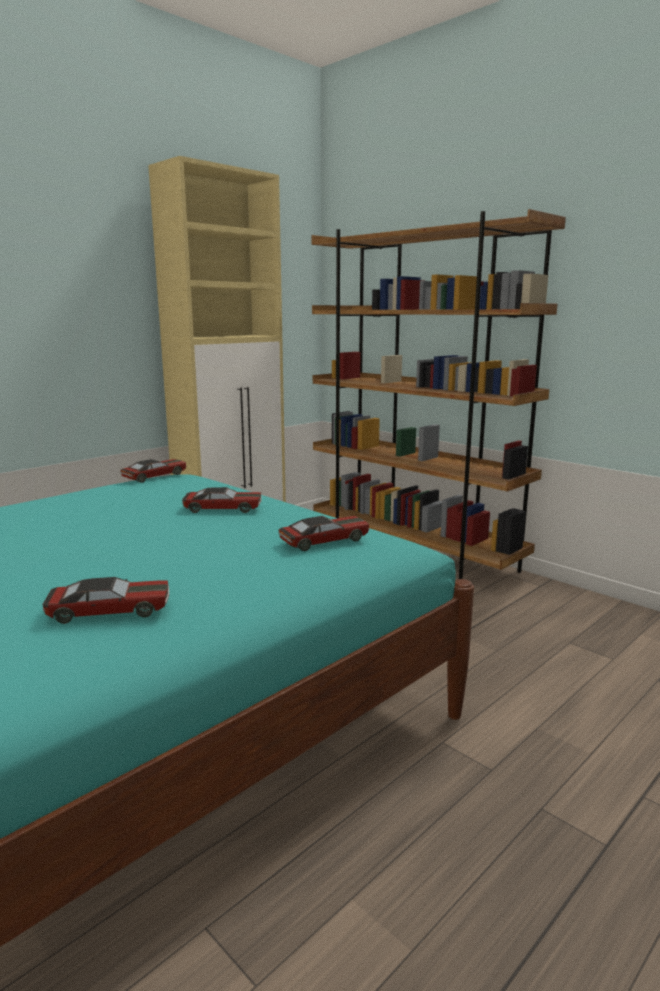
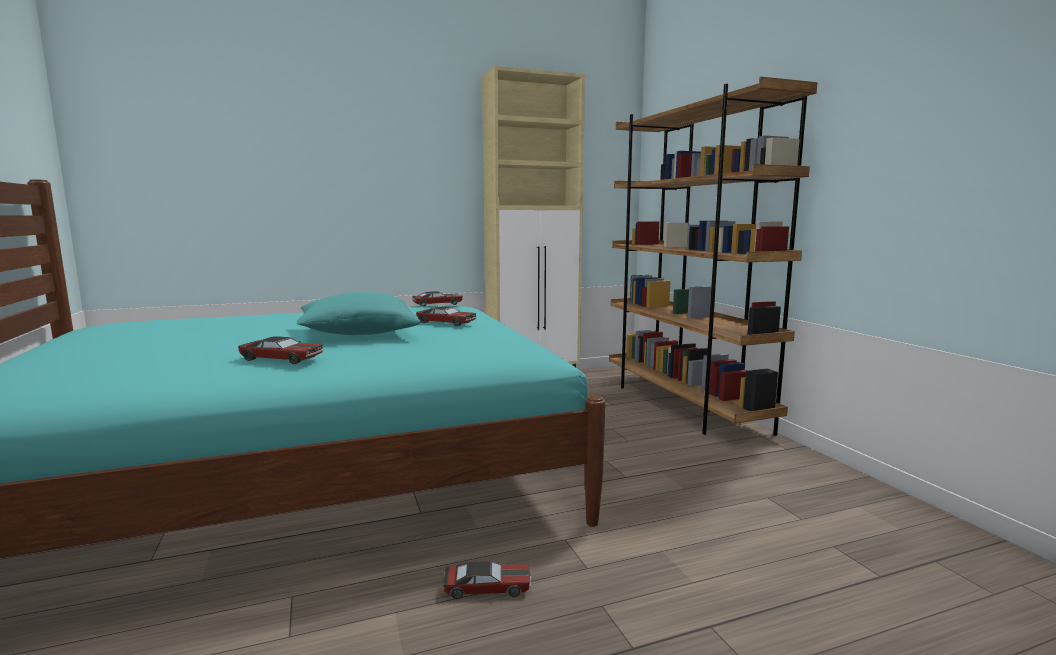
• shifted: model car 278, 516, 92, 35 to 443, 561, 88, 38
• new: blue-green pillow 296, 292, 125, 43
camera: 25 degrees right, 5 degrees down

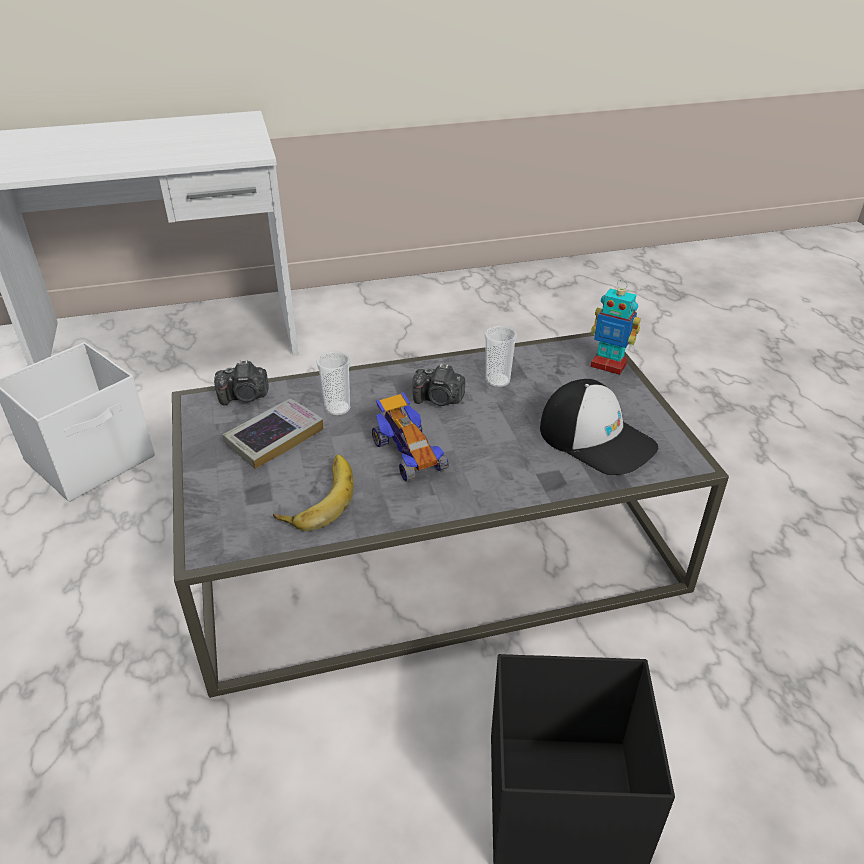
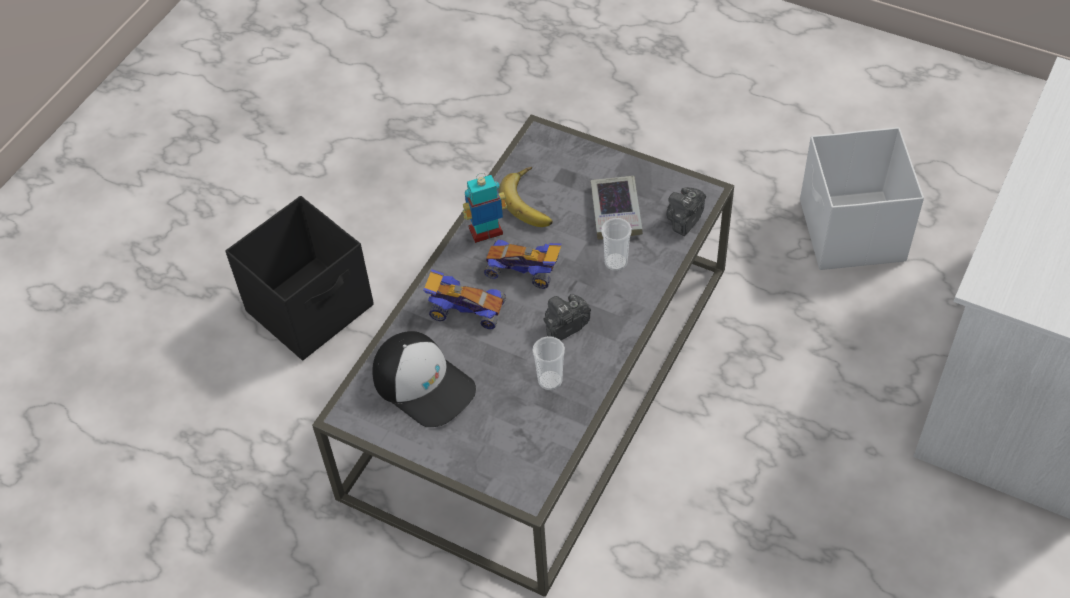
• rotated: peaked cap 540, 379, 118, 96 = 372, 331, 104, 96 135 degrees counterclockwise
• shifted: toy robot 590, 280, 51, 95 to 462, 173, 45, 70
• new: model car 423, 269, 83, 60
camera: 135 degrees right, 15 degrees up

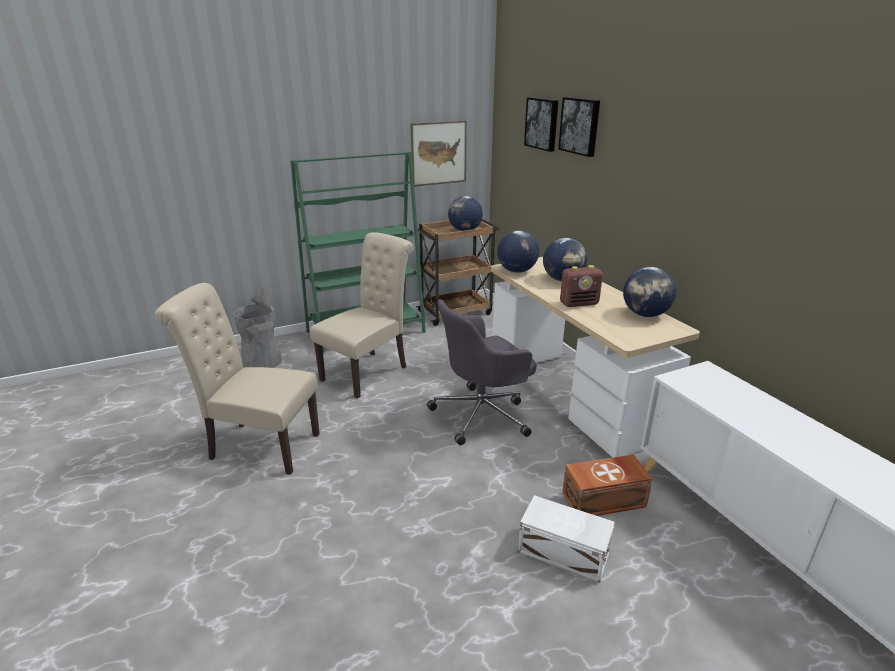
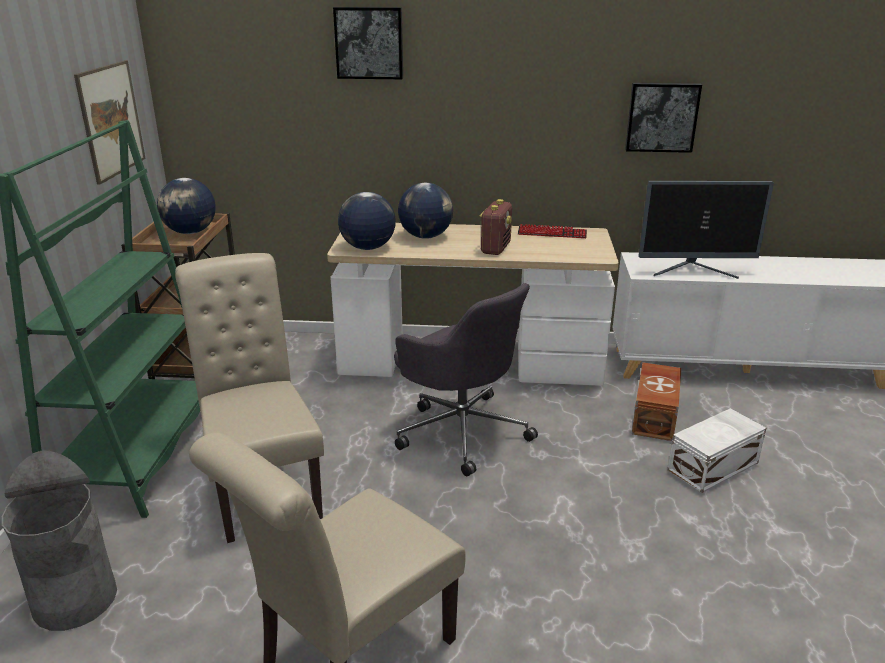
• rotated: gray office chair 427, 299, 109, 146 = 394, 283, 144, 193 45 degrees counterclockwise
• shifted: wall picture 524, 97, 34, 55 to 625, 83, 77, 70
• swapped: world globe 623, 267, 53, 50 to PC keyboard 518, 224, 69, 14
• new: monitor 639, 181, 135, 98
camera: 60 degrees left, 0 degrees up

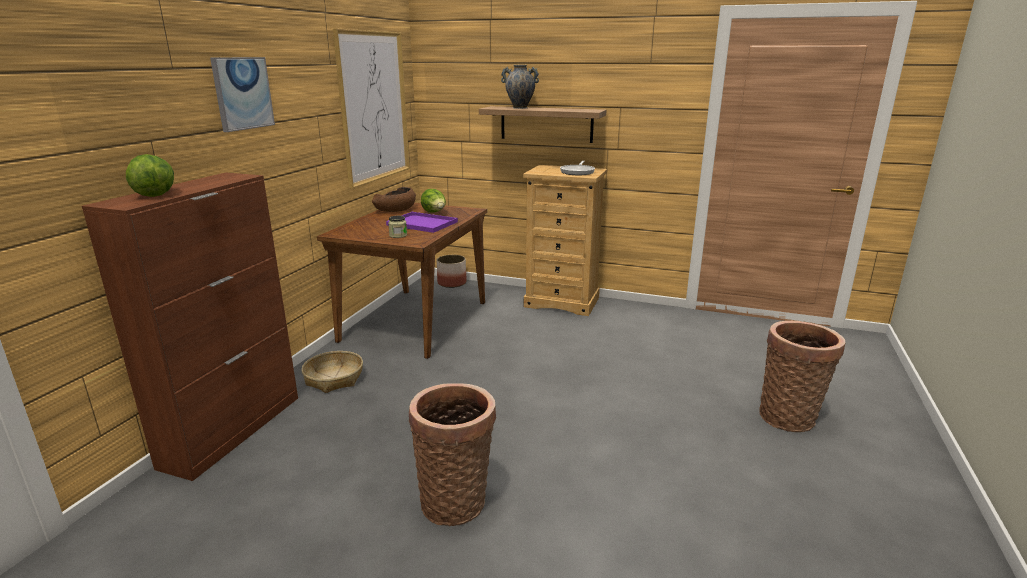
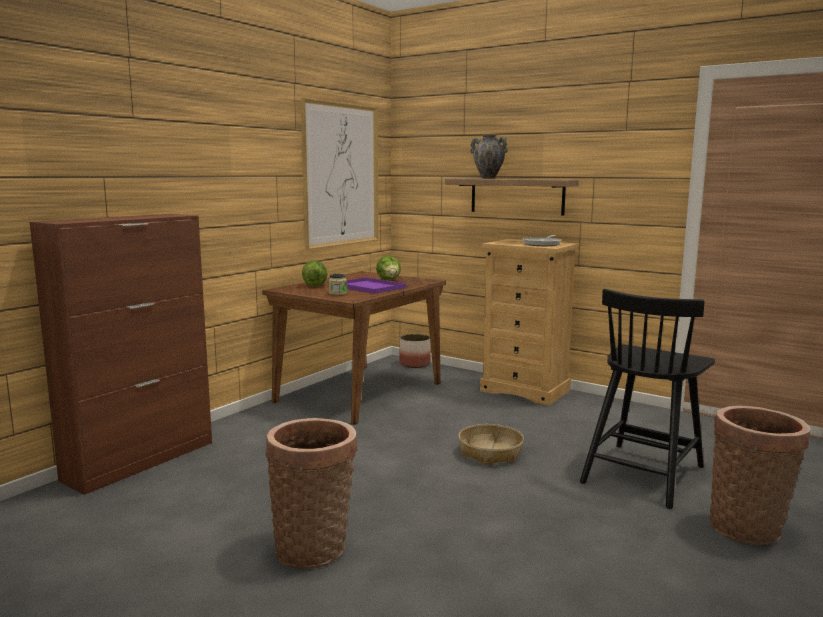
• shifted: lettuce head 126, 154, 48, 43 to 302, 260, 25, 27
• gone: wall picture 210, 57, 65, 75
• shifted: household basket 301, 351, 62, 42 to 458, 424, 66, 41
• gone: brownish deep dish 372, 187, 44, 25
• new: black chair 580, 289, 135, 220
camera: 15 degrees right, 10 degrees down

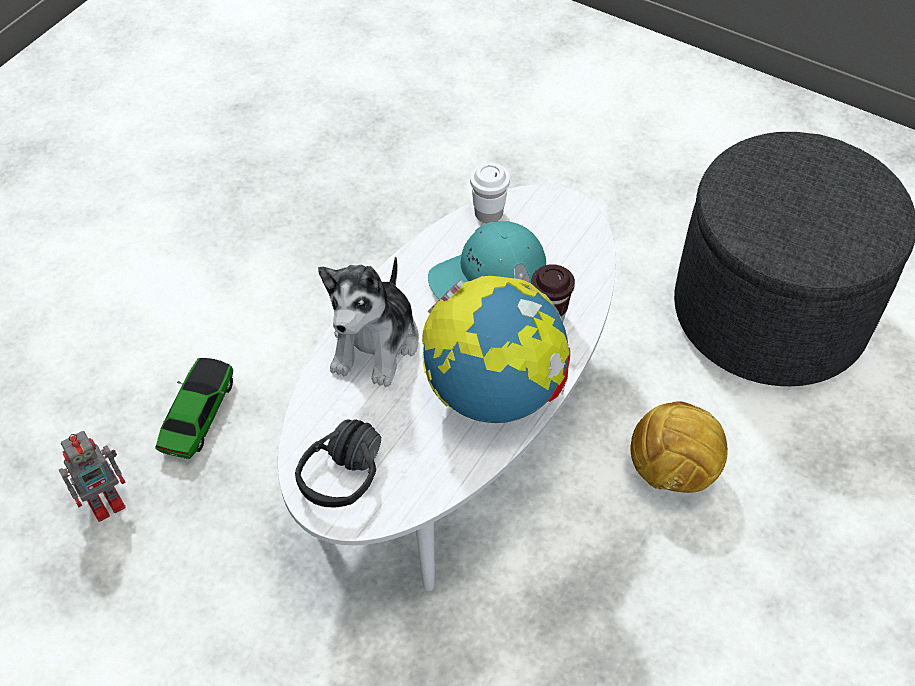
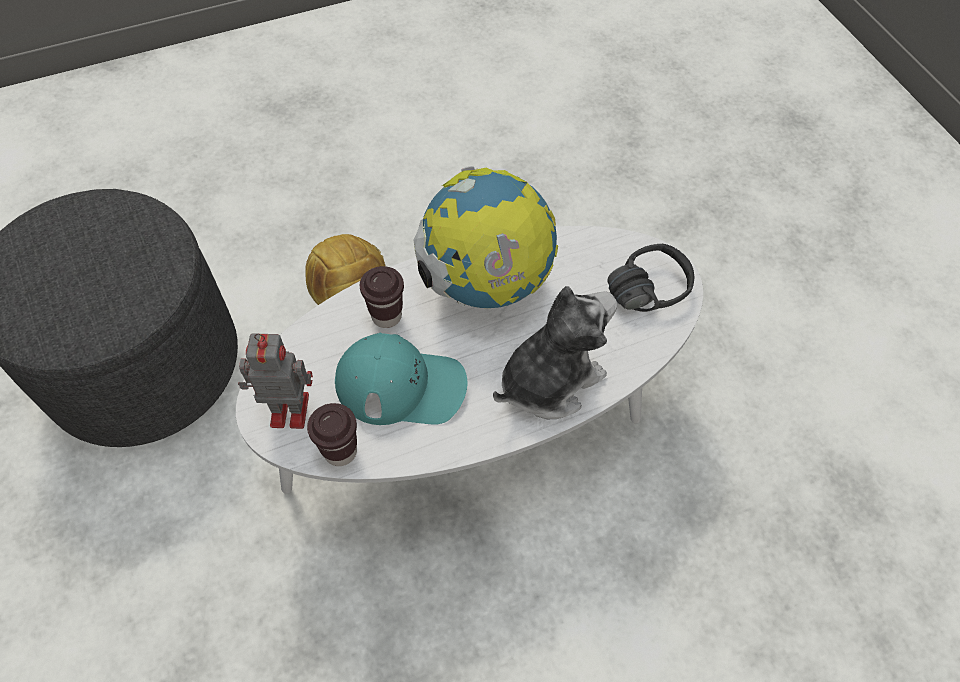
• shifted: toy robot 58, 431, 68, 91 to 238, 333, 75, 96
• gone: model car 155, 358, 78, 101
• repainted: whitish drinking cup 470, 163, 40, 60 to brownish drinking cup 307, 403, 50, 63
camera: 145 degrees left, 5 degrees up

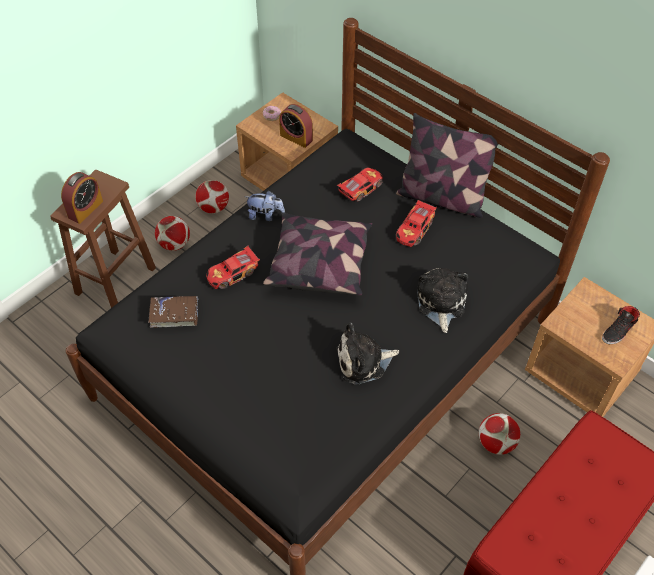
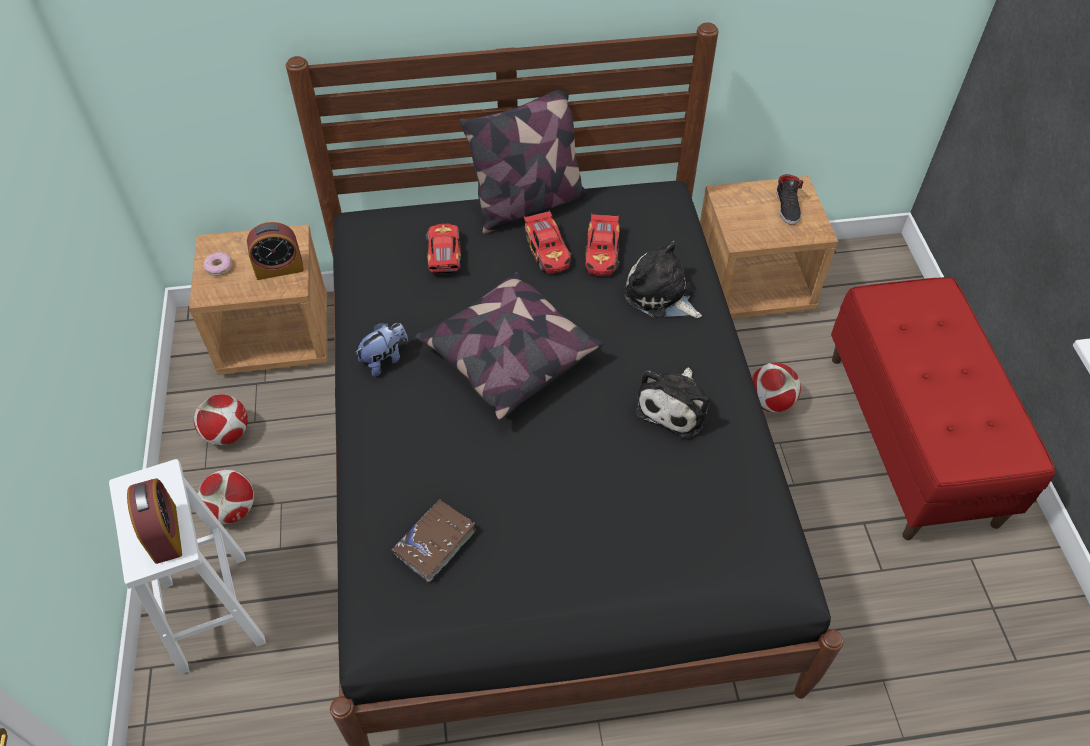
• repainted: brownish stool seat 50, 170, 106, 138 to whitish stool seat 109, 459, 157, 216
• shifted: model car 206, 245, 54, 44 to 585, 213, 35, 63
camera: 50 degrees left, 0 degrees up

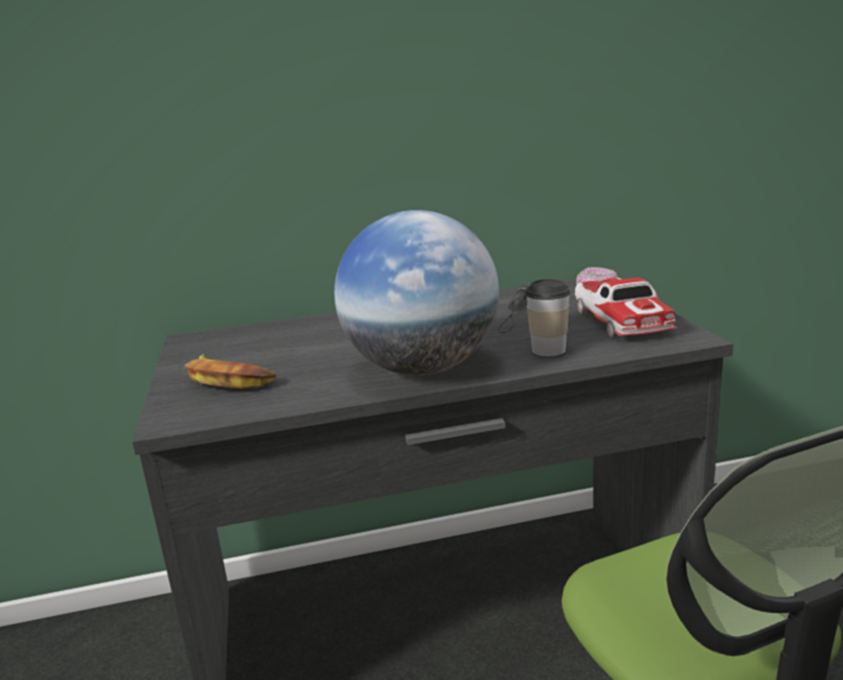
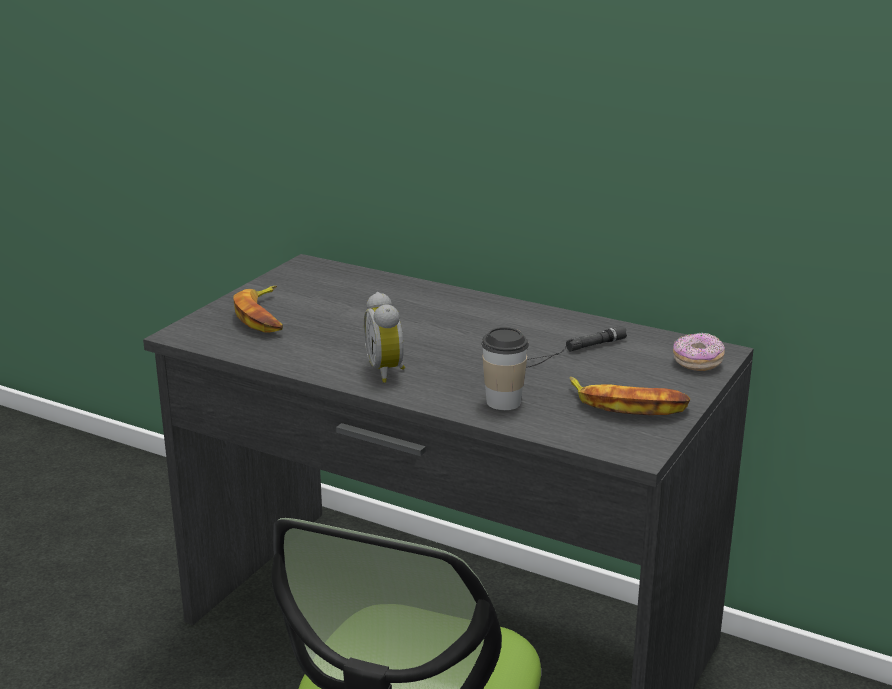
• swapped: world globe 334, 210, 165, 165 to table clock 364, 292, 41, 91
• swapped: model car 575, 278, 102, 60 to banana fruit 570, 377, 120, 38
camera: 40 degrees right, 5 degrees up

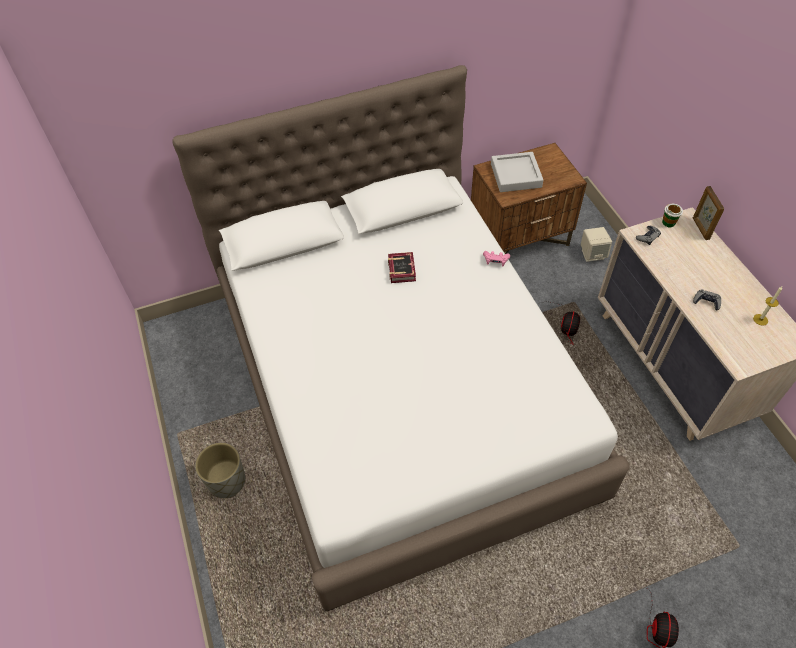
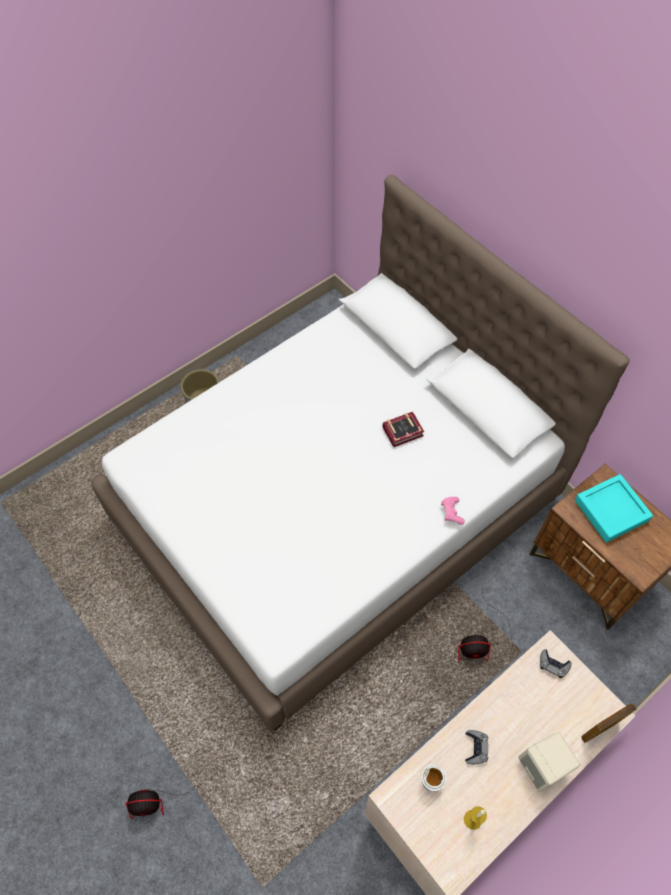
• repainted: gray carrying tray 491, 152, 52, 40 to blue-green carrying tray 575, 474, 78, 69
• shifted: sand-coloured speaker 581, 227, 31, 35 to 518, 732, 62, 60
• shifted: drinking cup 662, 204, 21, 23 to 421, 764, 26, 27
camera: 70 degrees right, 5 degrees up

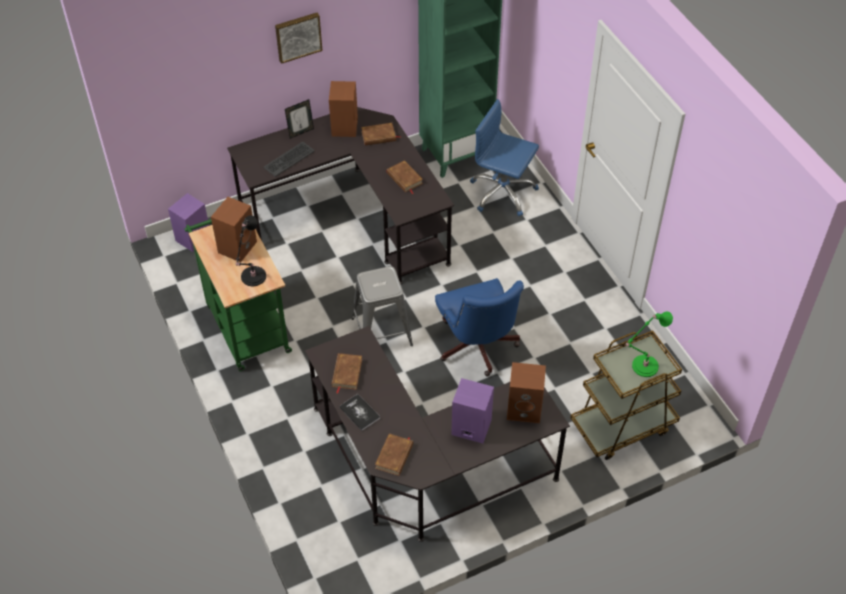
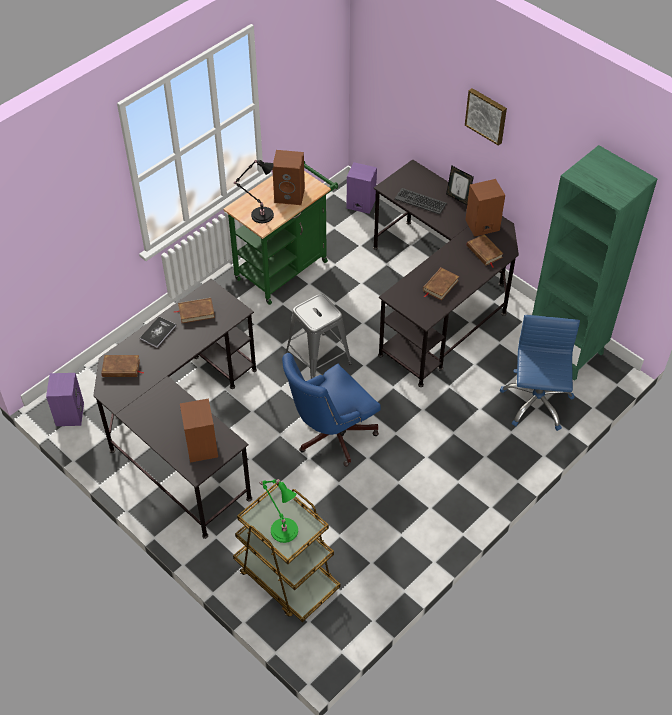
• shifted: purple-coloured speaker 451, 378, 43, 65 to 46, 373, 38, 53
camera: 70 degrees right, 0 degrees up

